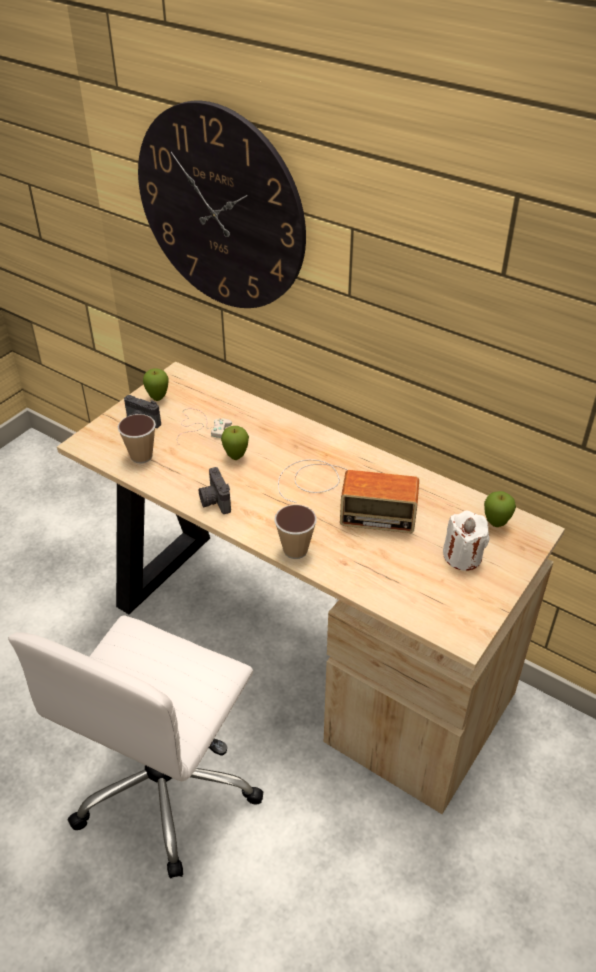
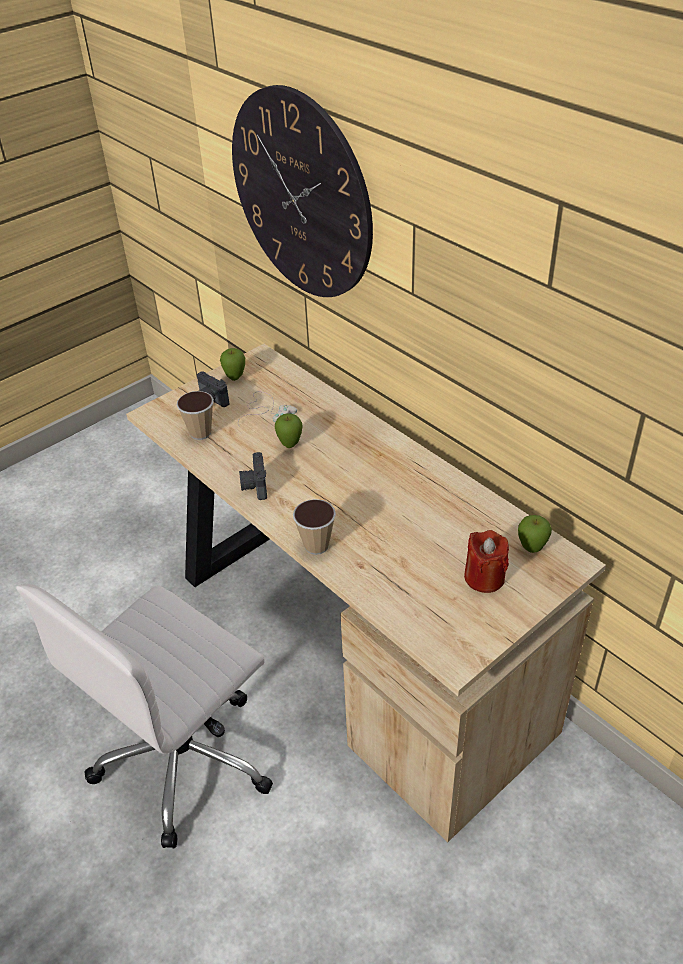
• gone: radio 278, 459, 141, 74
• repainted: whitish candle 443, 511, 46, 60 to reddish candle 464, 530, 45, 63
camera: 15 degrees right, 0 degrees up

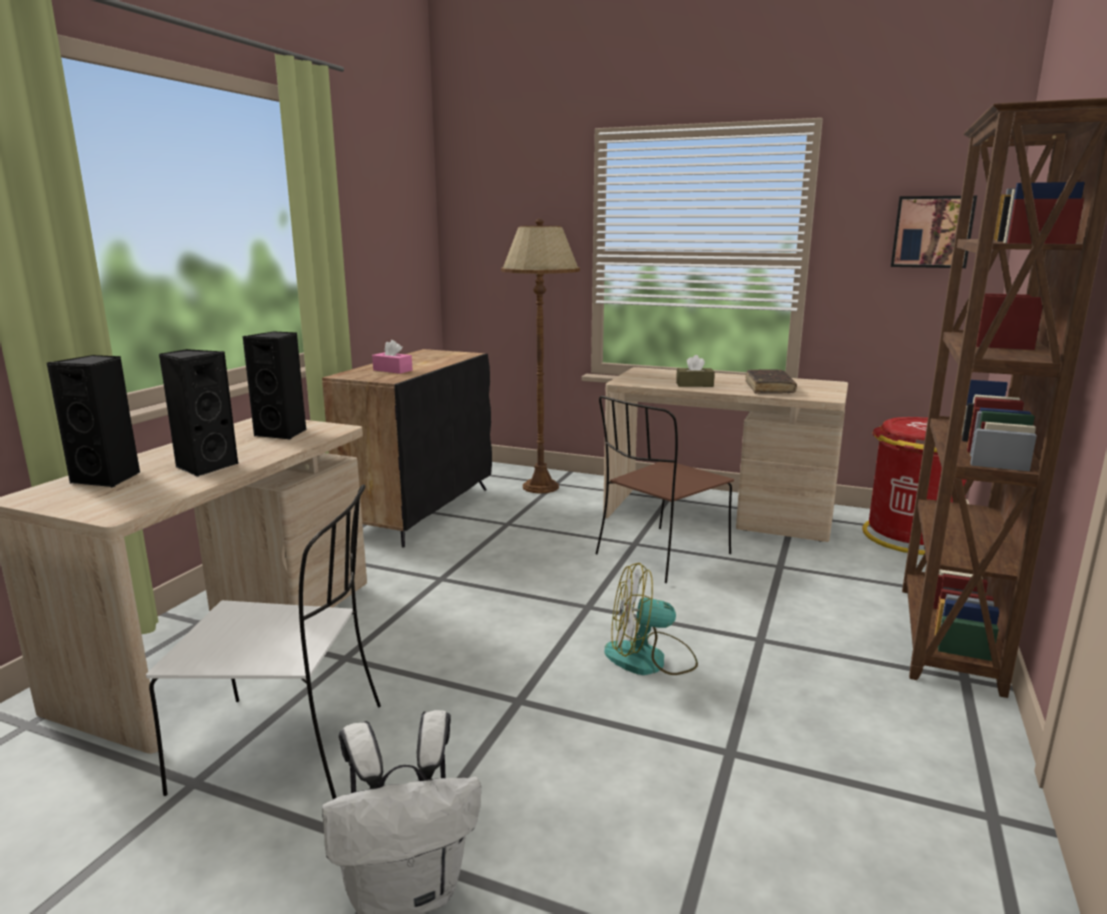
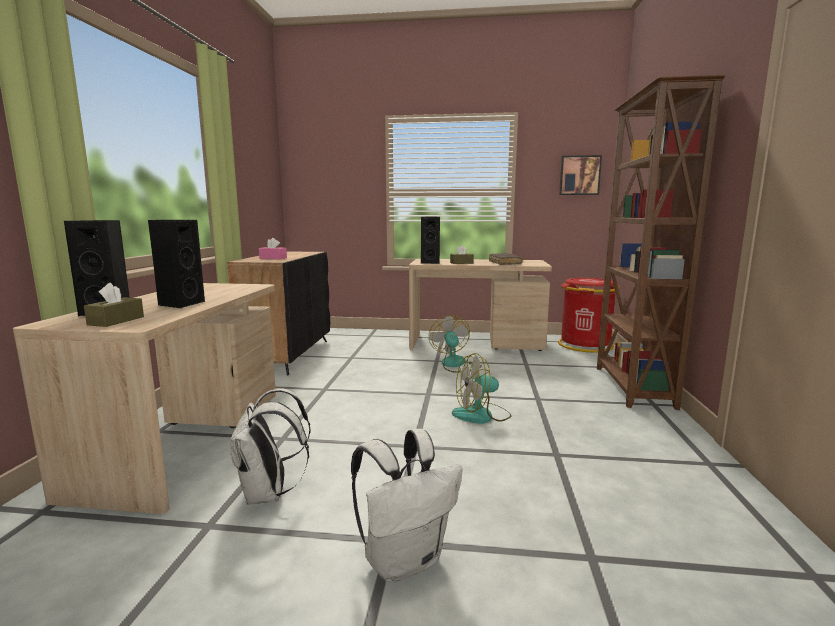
• swapped: whitish chair 146, 485, 235, 314 to whitish rucksack 230, 388, 81, 117
• shifted: black speaker 243, 331, 63, 109 to 421, 217, 19, 47
• gone: brownish floor lamp 501, 219, 79, 274
• swapped: brownish chair 595, 396, 139, 187 to fan 429, 315, 53, 58
• new: brownish tissue box 84, 283, 60, 44
camera: 15 degrees left, 5 degrees down

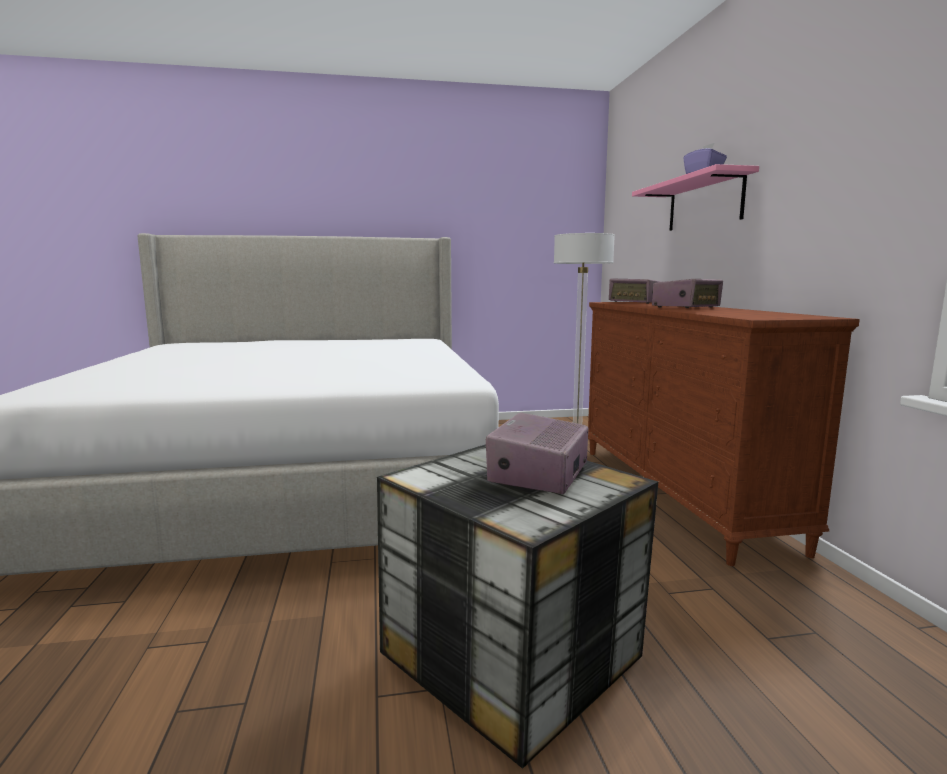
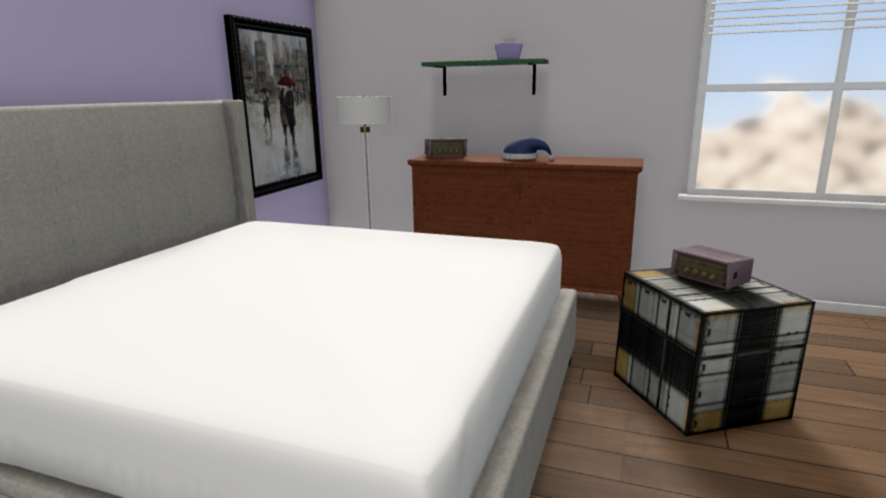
• repainted: pink-coloured shelf 632, 164, 127, 67 to green shelf 421, 58, 128, 37
• swapped: radio 652, 279, 71, 29 to bluish wearable hat 502, 137, 52, 24
• new: wall picture 224, 14, 99, 184
camera: 60 degrees left, 5 degrees up

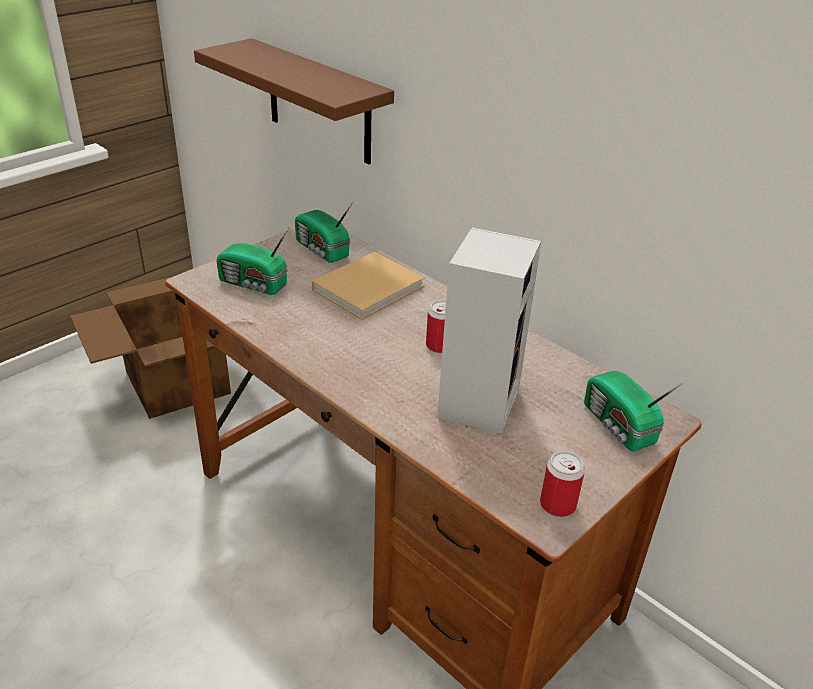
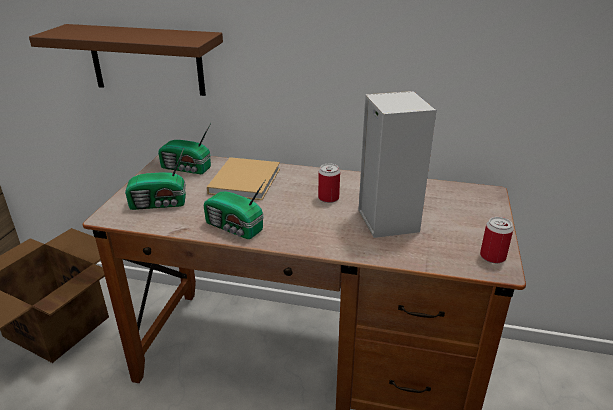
• shifted: radio 584, 371, 98, 80 to 204, 179, 62, 60
camera: 30 degrees left, 5 degrees down

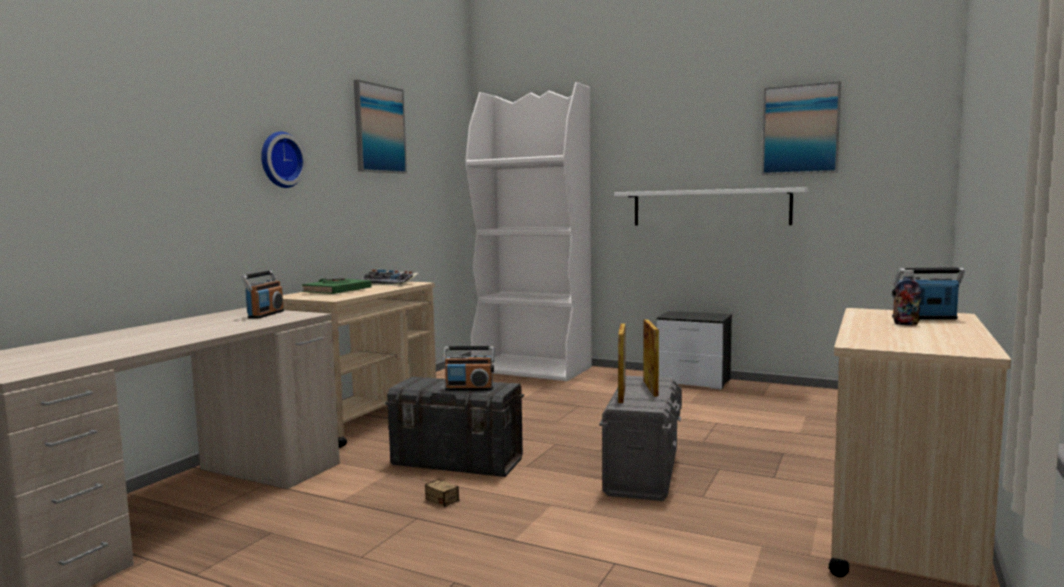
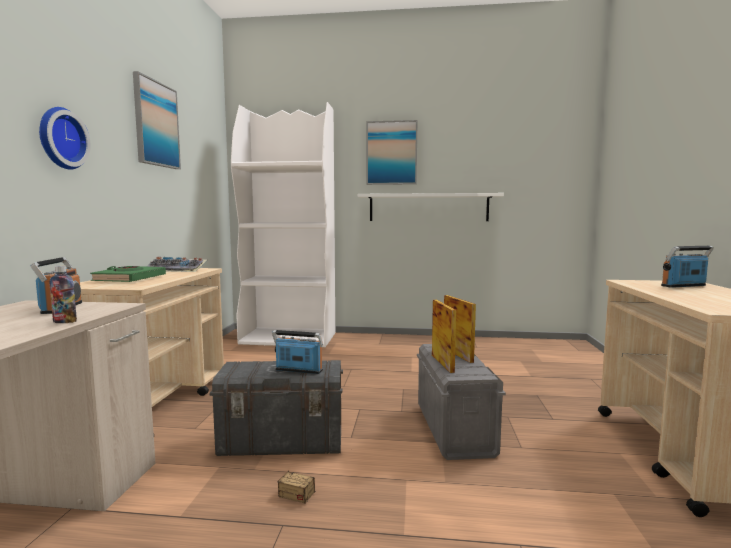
• rotated: radio 443, 346, 51, 45 = 272, 330, 51, 44 150 degrees counterclockwise
• gone: night table 657, 311, 75, 79
• shifted: wall picture 762, 81, 79, 94 to 366, 120, 52, 65
• shifted: bottle 893, 270, 28, 55 to 49, 266, 28, 57
camera: 20 degrees left, 0 degrees up

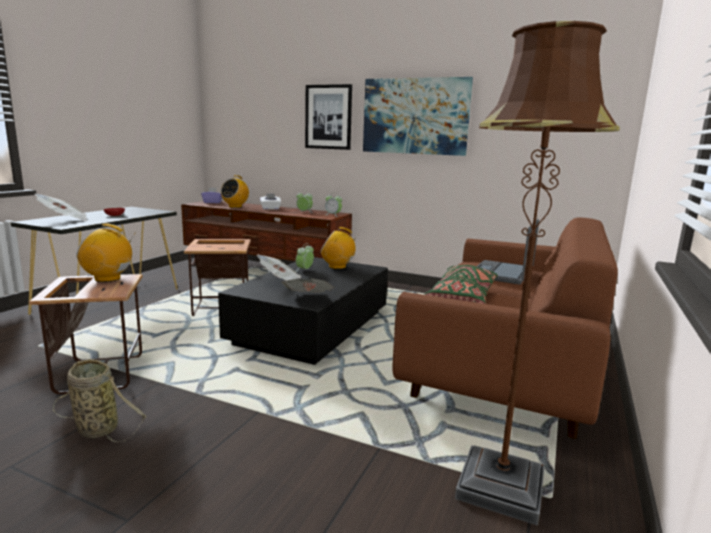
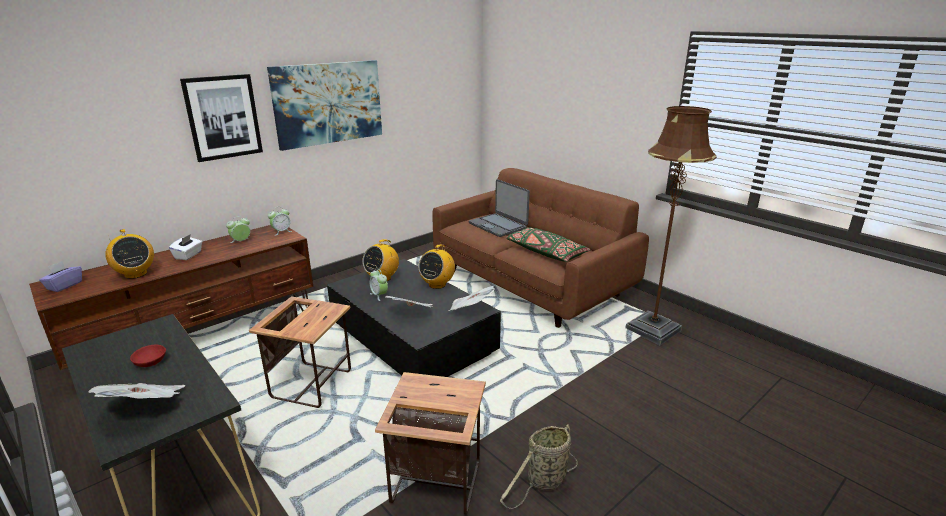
• shifted: radio 76, 223, 60, 59 to 419, 244, 36, 45
camera: 65 degrees left, 10 degrees up

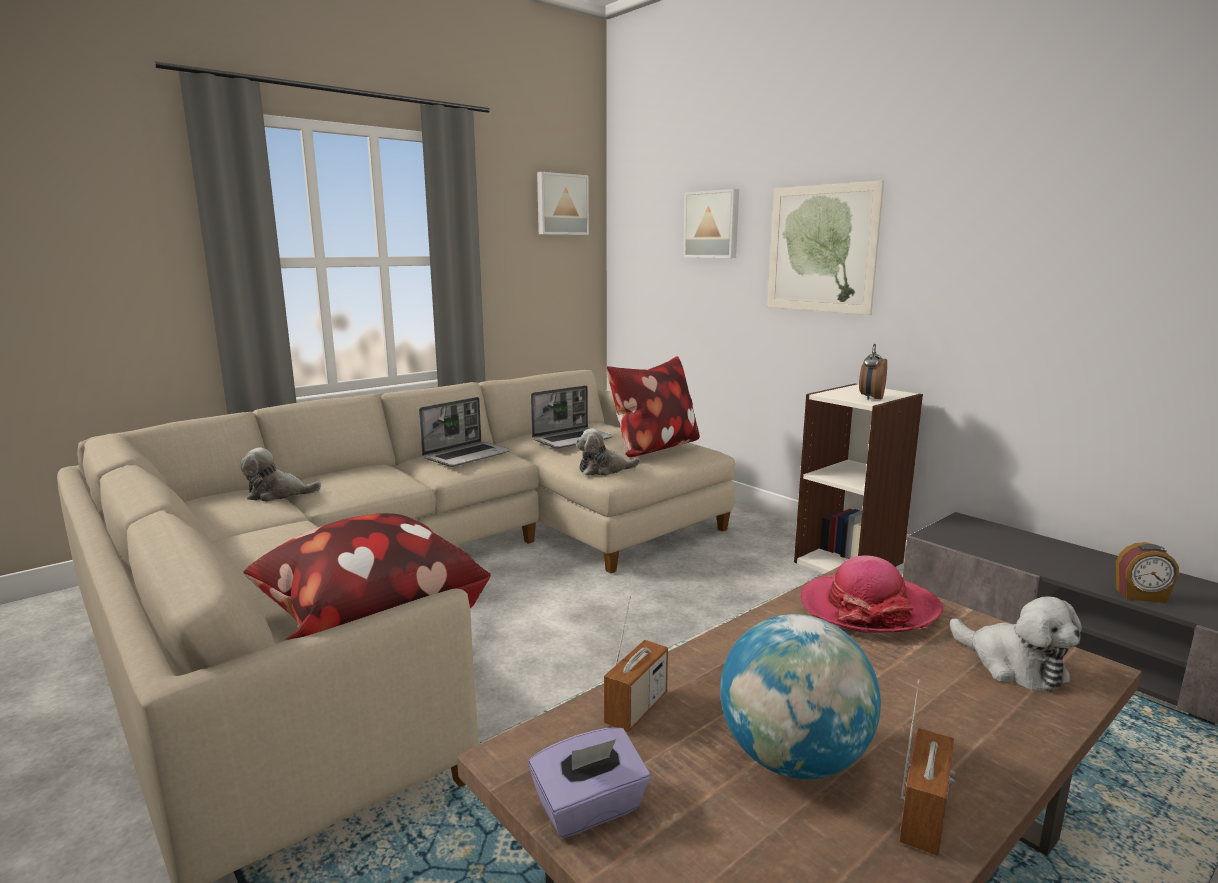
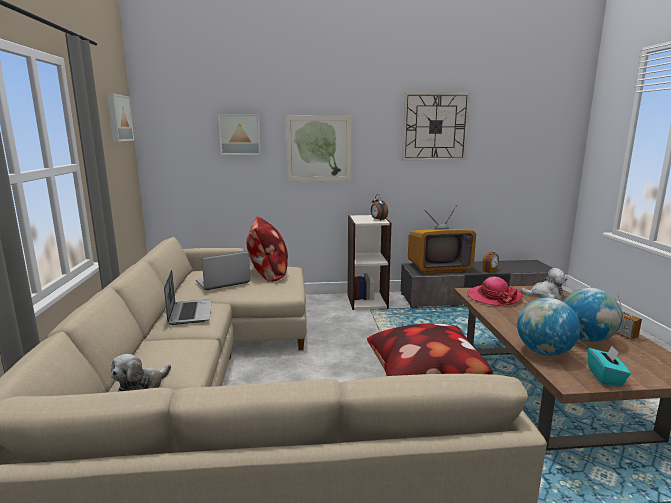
• repainted: purple-coloured tissue box 529, 728, 121, 110 to blue-green tissue box 588, 346, 43, 40
• rotated: notebook computer 531, 385, 82, 64 = 196, 251, 54, 39 120 degrees counterclockwise
• gone: cuddly toy 576, 428, 64, 48
• swapped: radio 604, 596, 64, 137 to world globe 517, 298, 63, 58
• new: wall clock 402, 92, 68, 68
• new: TV 408, 205, 68, 69
camera: 55 degrees left, 0 degrees up

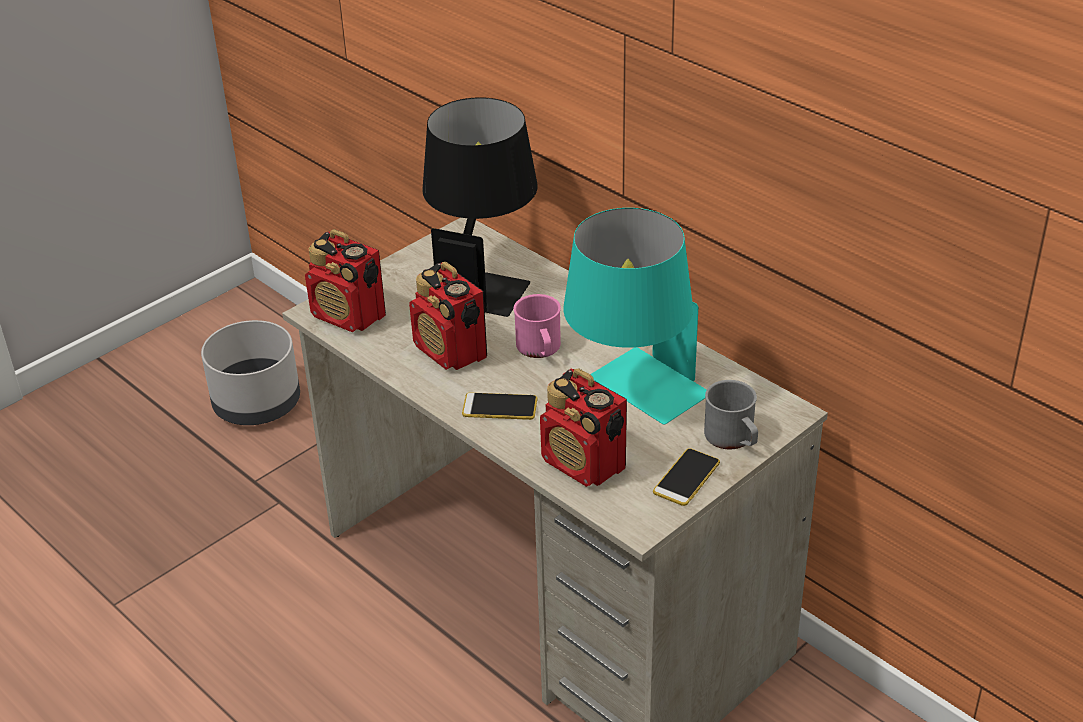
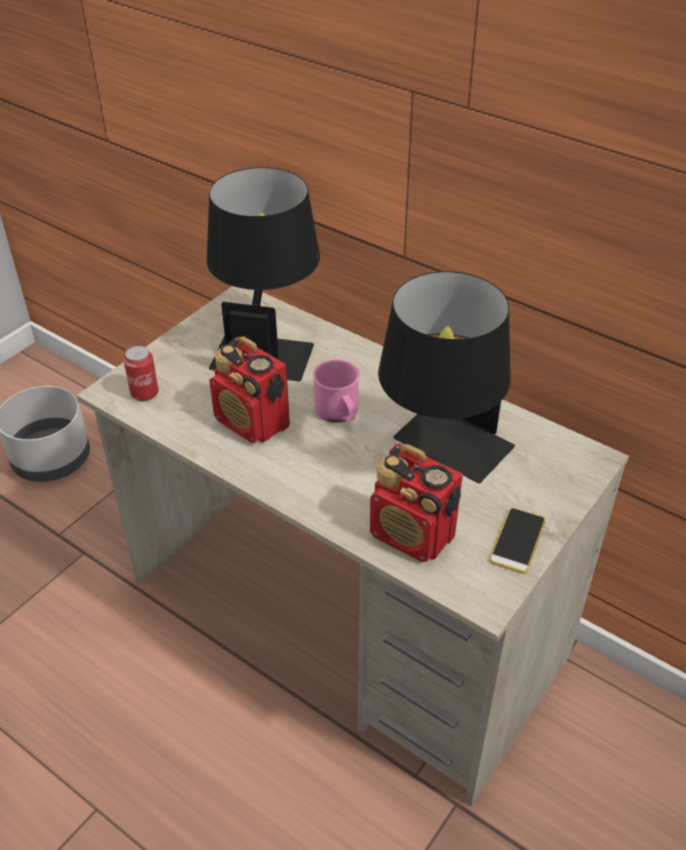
• swapped: radio 305, 229, 81, 103 to can 123, 346, 36, 55
• gone: handset 462, 392, 75, 28
• repainted: blue-green tabletop lamp 563, 208, 144, 217 to black tabletop lamp 378, 271, 137, 212
• gone: gray mug 704, 380, 54, 69
camera: 10 degrees left, 5 degrees up

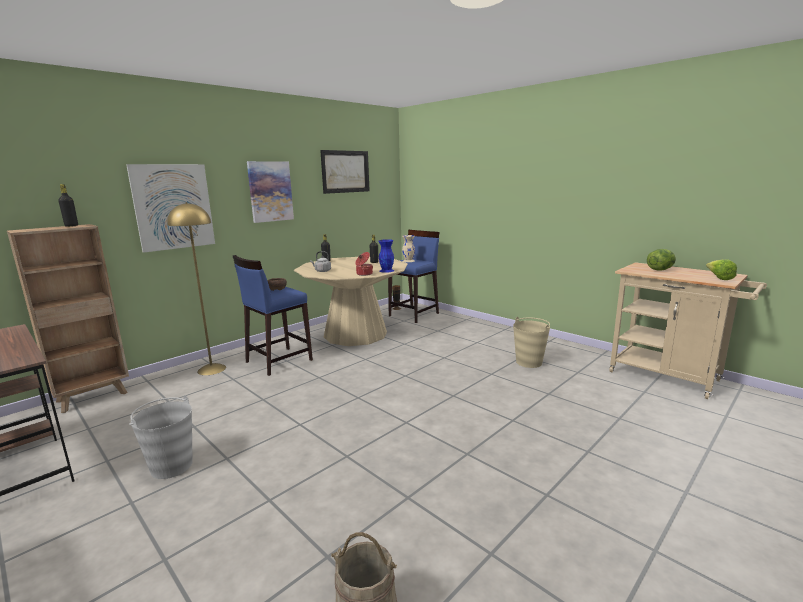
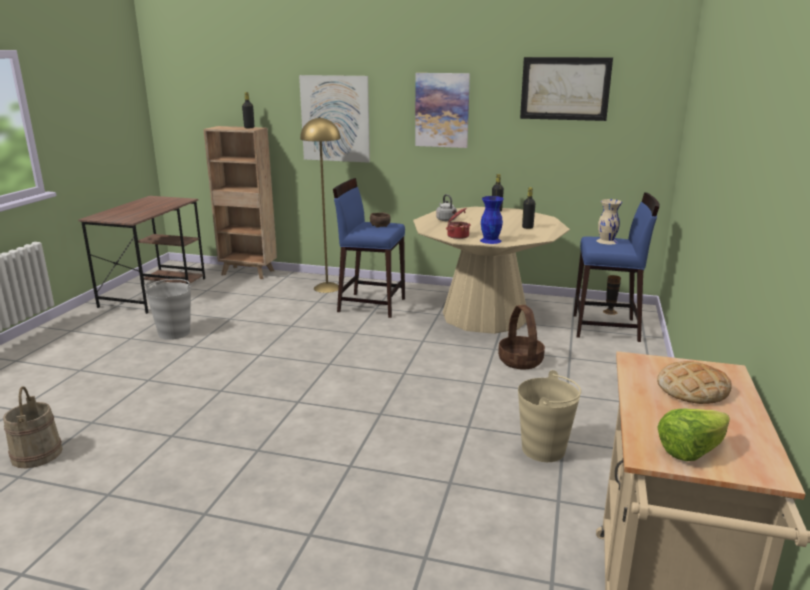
• swapped: lettuce head 647, 249, 29, 21 to bakery bread 657, 361, 75, 43
• new: household basket 498, 305, 47, 64
camera: 60 degrees right, 5 degrees up

